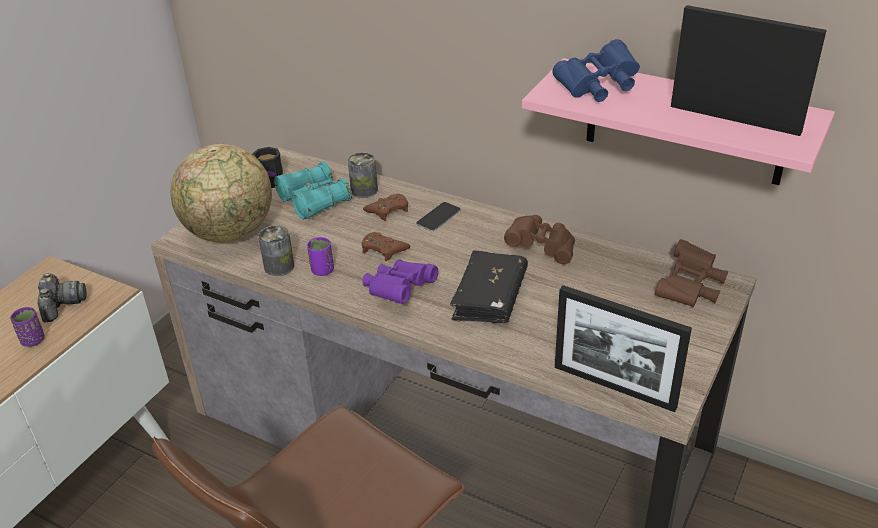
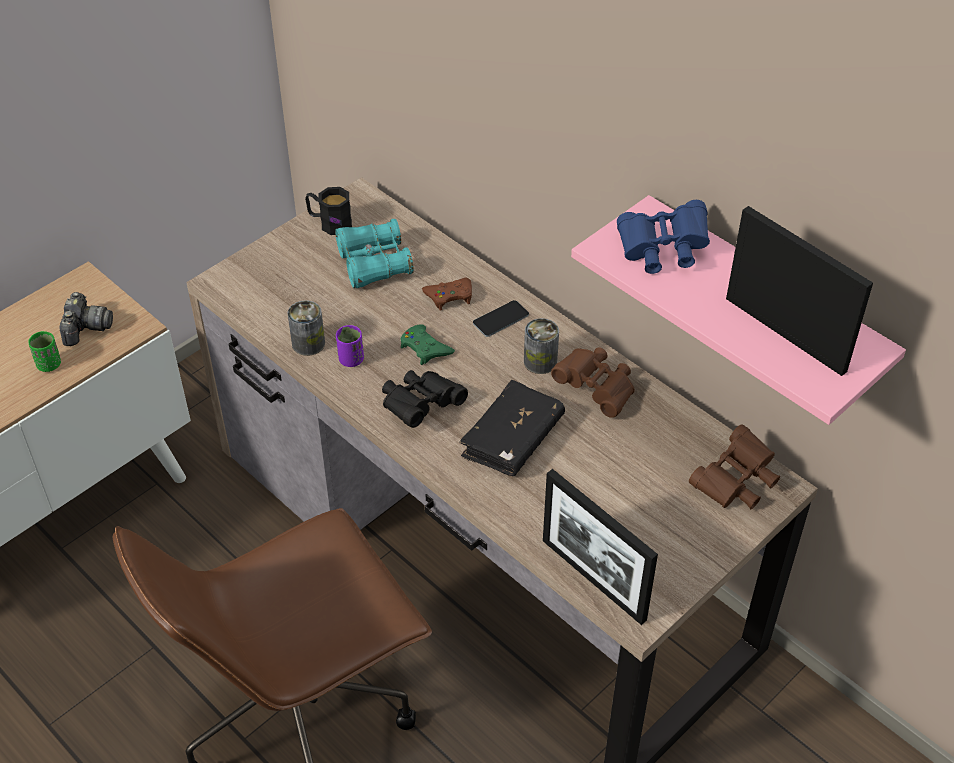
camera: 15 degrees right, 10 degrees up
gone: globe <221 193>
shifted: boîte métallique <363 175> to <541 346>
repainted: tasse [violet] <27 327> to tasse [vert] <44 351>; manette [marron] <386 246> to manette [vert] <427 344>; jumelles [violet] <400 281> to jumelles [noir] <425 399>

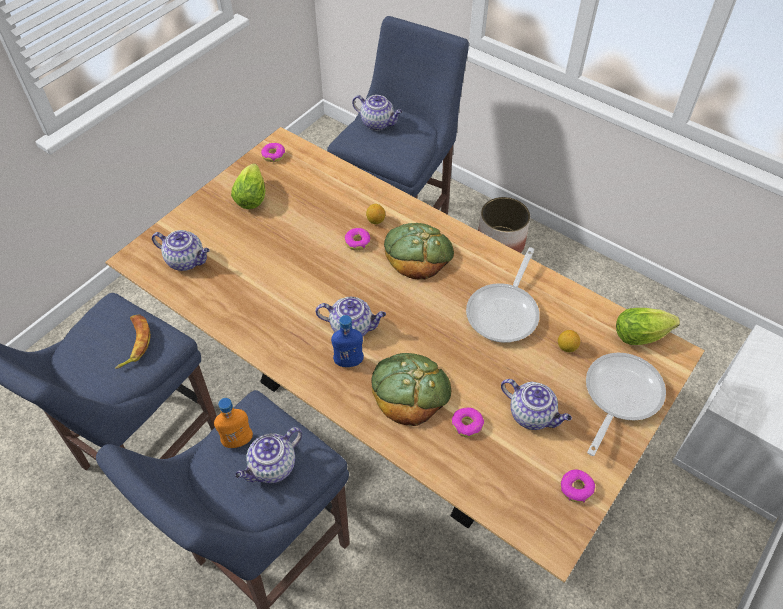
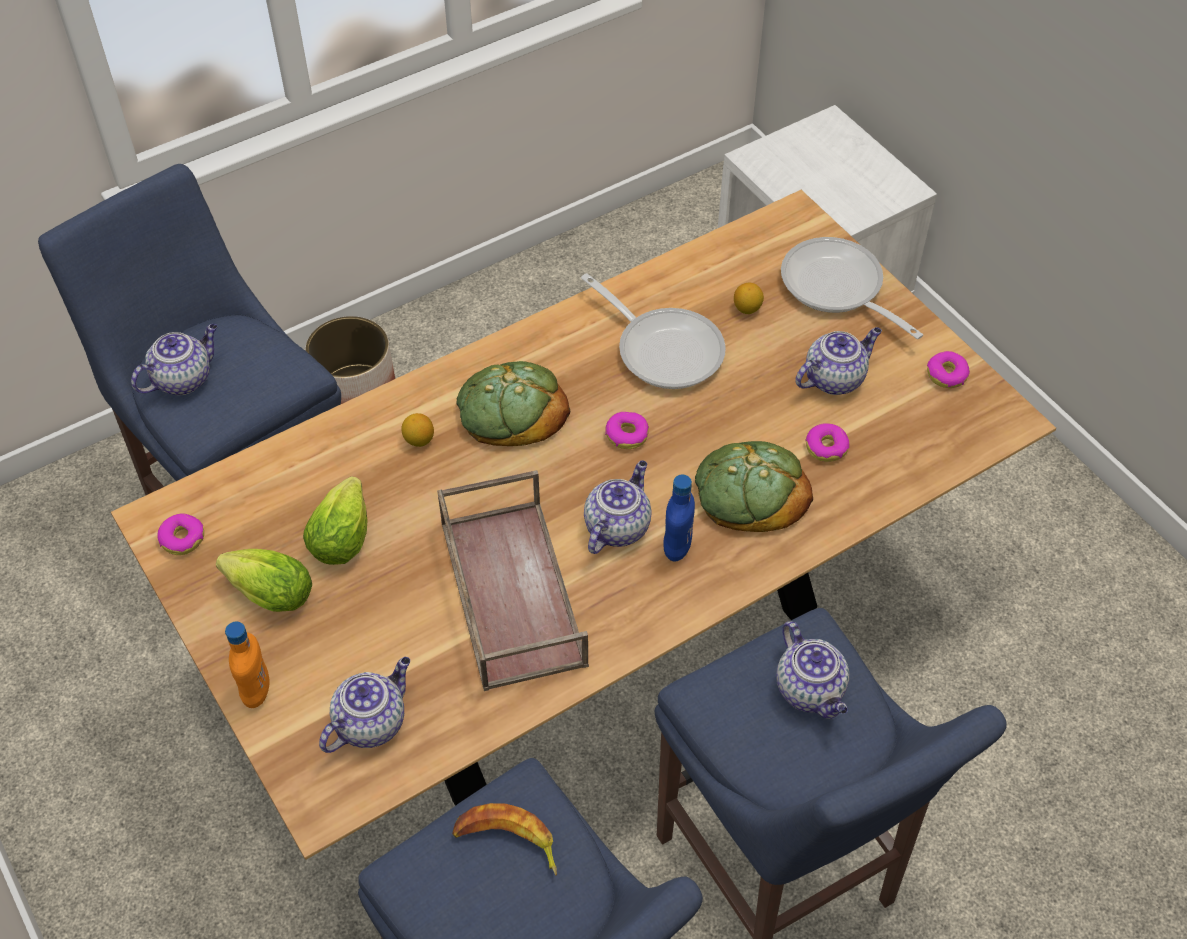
camera: 70 degrees left, 0 degrees up
new: plateau [marron] <513 580>
shifted: bouteille [orange] <233 423> to <247 664>; beignet <357 239> to <627 430>; laitue <648 326> to <335 520>

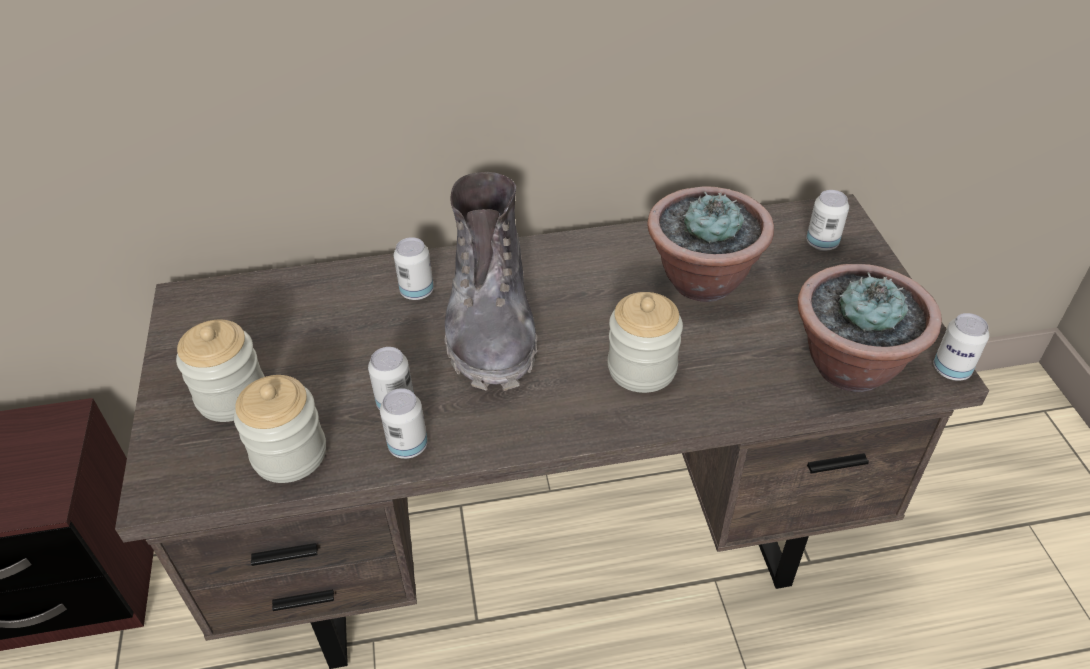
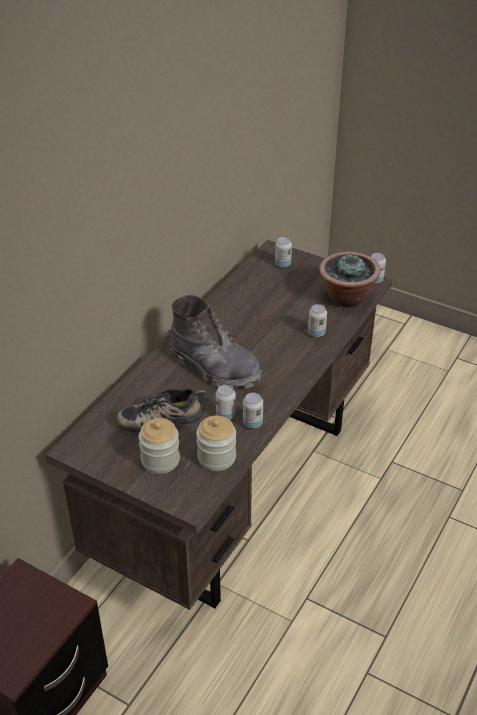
camera: 50 degrees left, 5 degrees down
gone: bocal <645 342>; plante en pot <710 244>
new: chaussure <160 410>
shifted: boîte métallique <413 268> to <317 320>

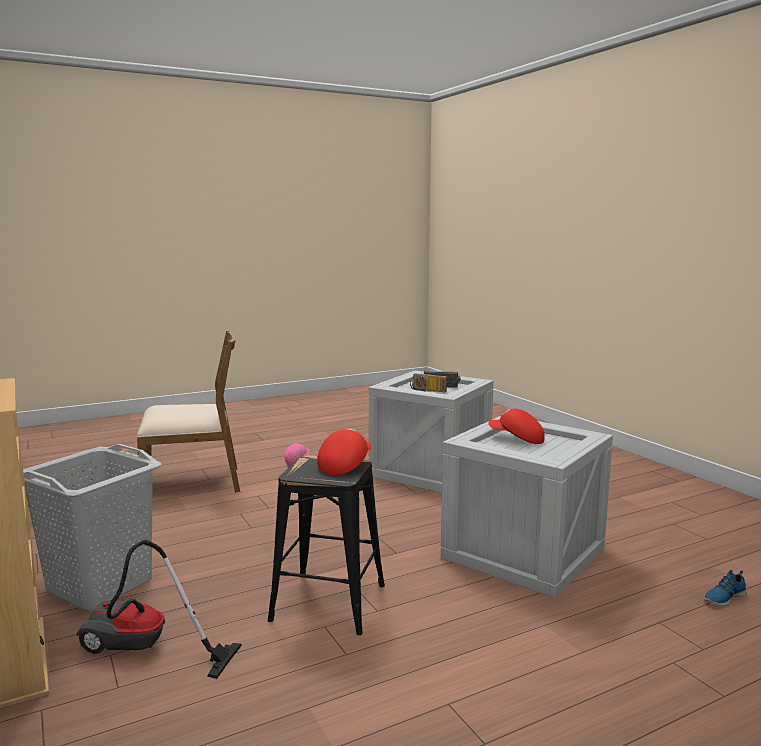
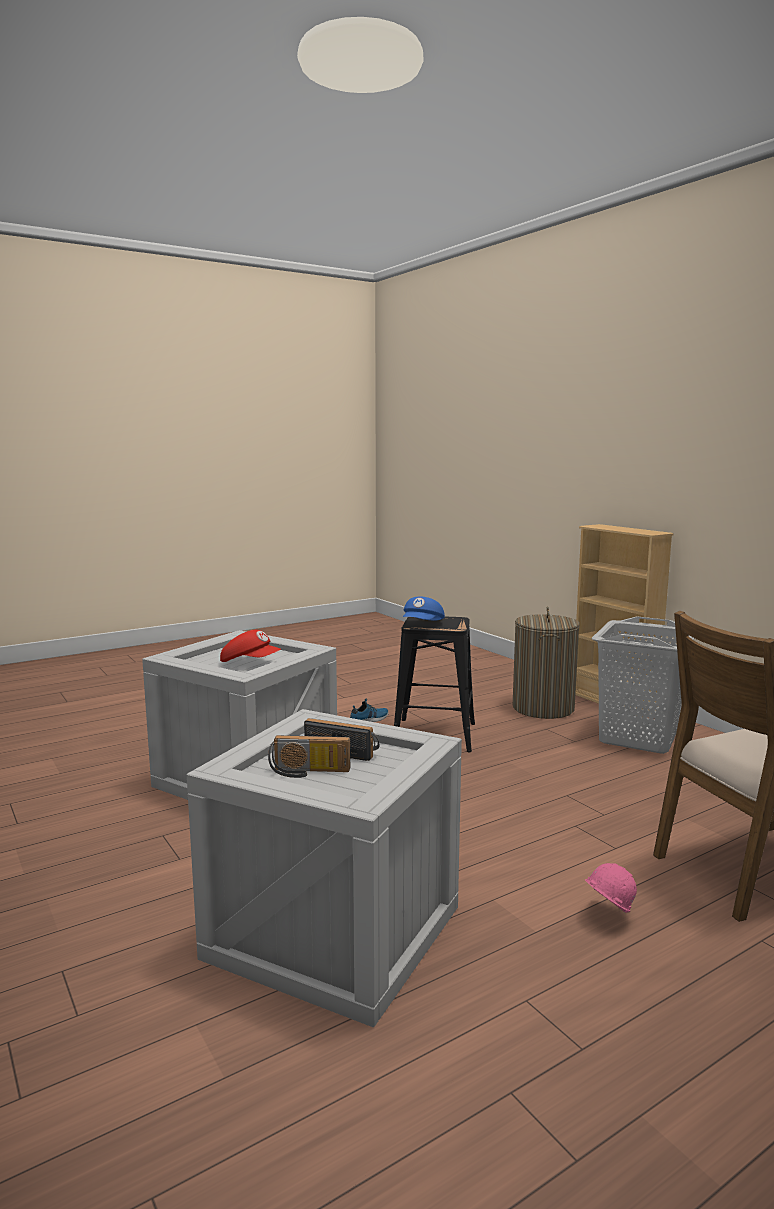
camera: 175 degrees right, 0 degrees up
shifted: chaussure <725 588> to <369 710>
swapped: aspirateur <159 609> to panier à linge <546 662>
repainted: casquette [rouge] <344 451> to casquette [bleu] <424 608>

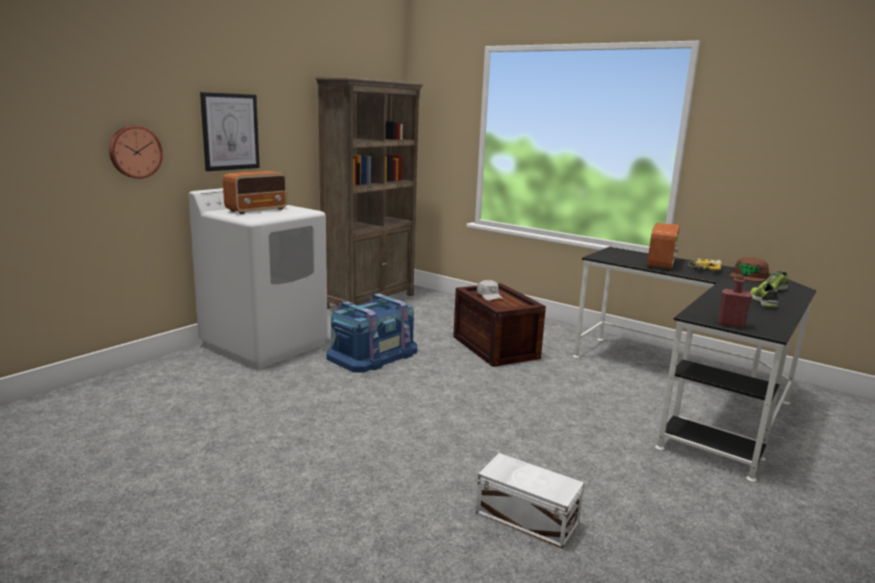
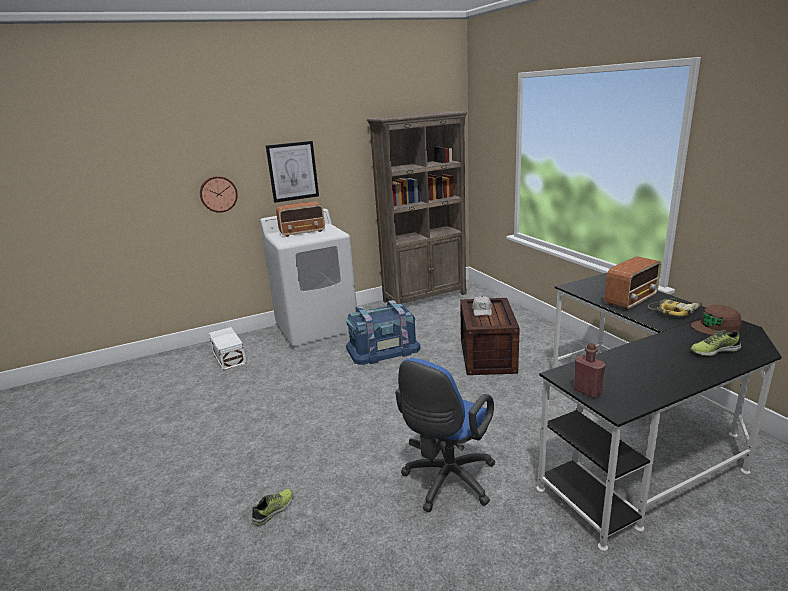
camera: 30 degrees right, 5 degrees up
new: chaise de bureau [bleu] <445 435>
shifted: boîte de rangement [blanc] <530 501> to <228 349>; chaussure <764 295> to <272 507>

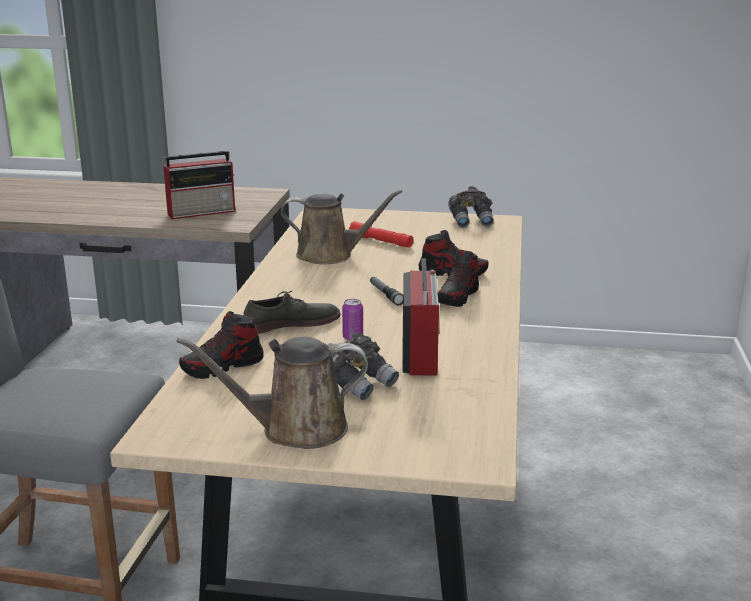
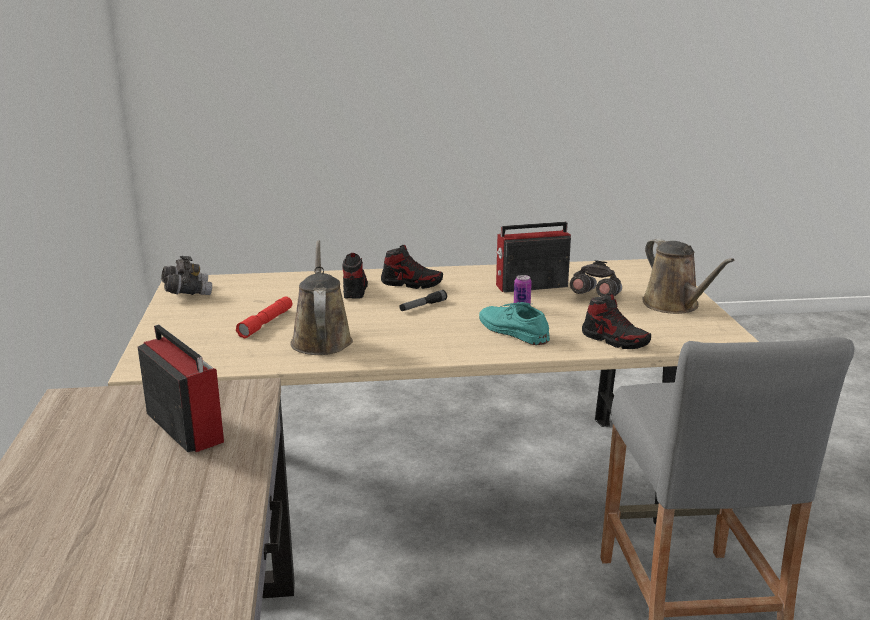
camera: 105 degrees left, 0 degrees up
repainted: chaussure [gris] <292 312> to chaussure [turquoise] <514 323>

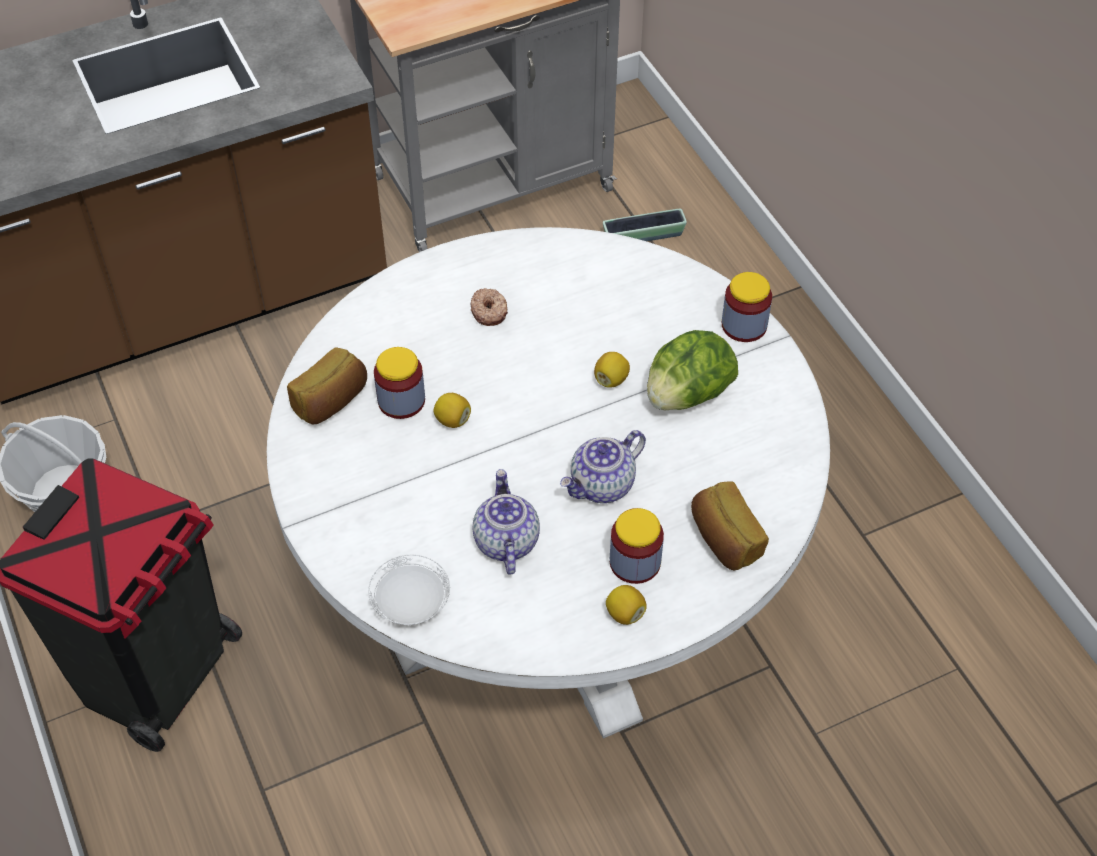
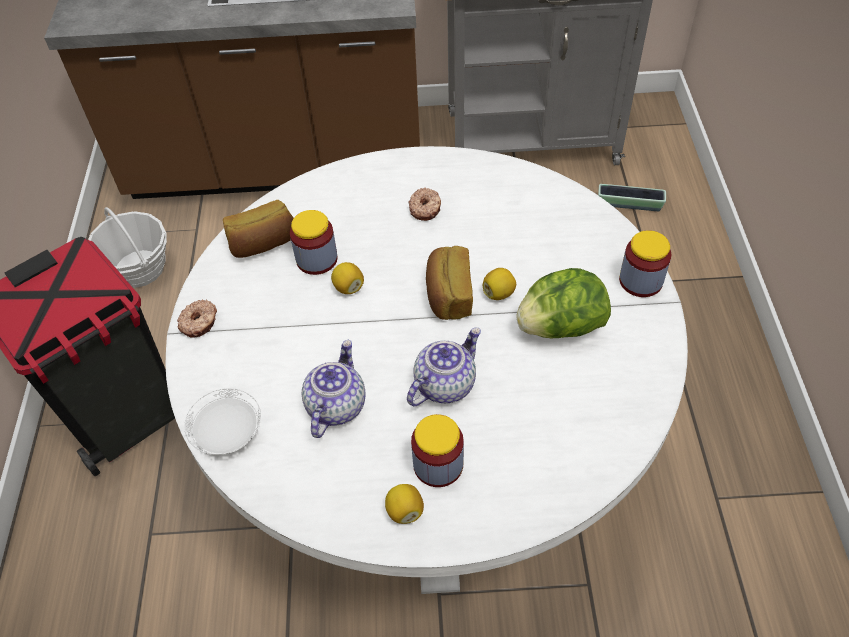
camera: 25 degrees right, 0 degrees up
new: beignet <197 319>
shifted: pain <730 526> to <449 283>
rotated: théière <603 466> = <444 367> 150 degrees clockwise

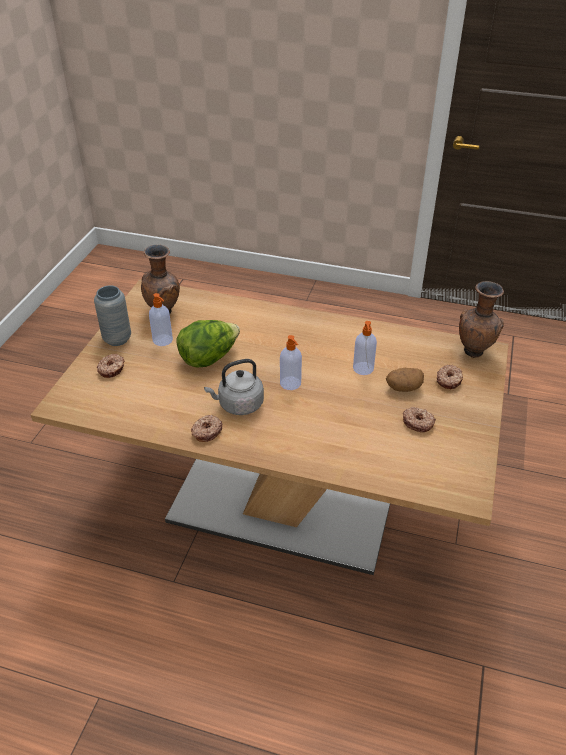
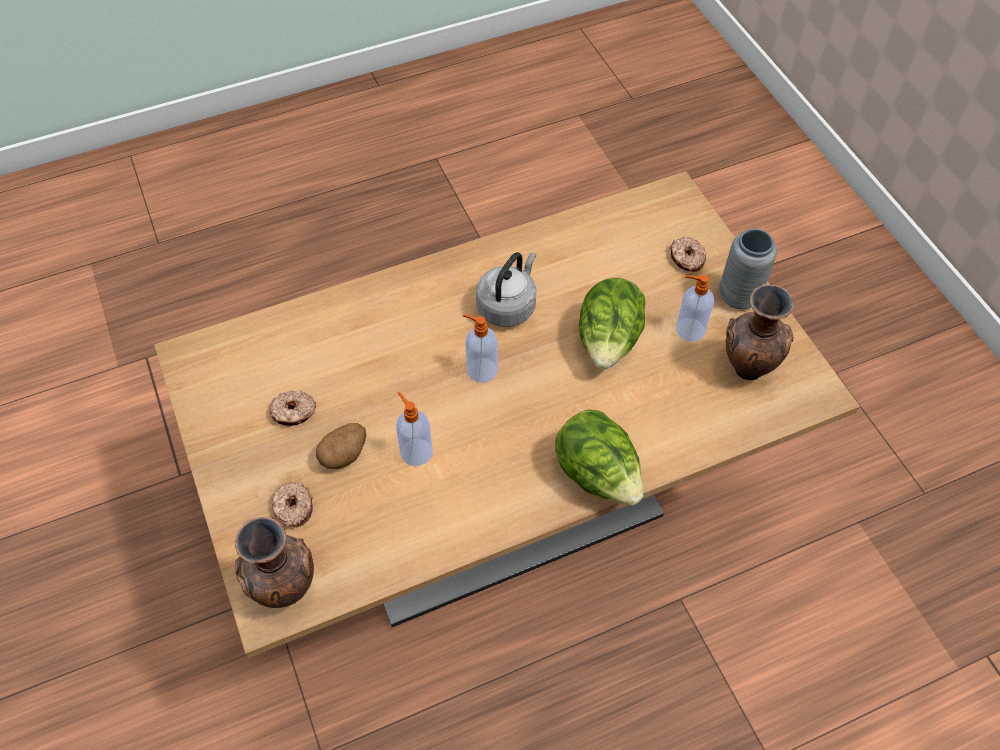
camera: 140 degrees right, 15 degrees up
gone: beignet <207 428>
new: laitue <599 458>

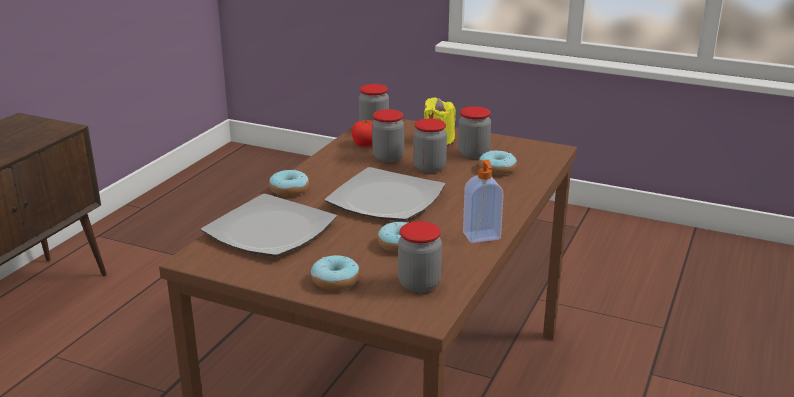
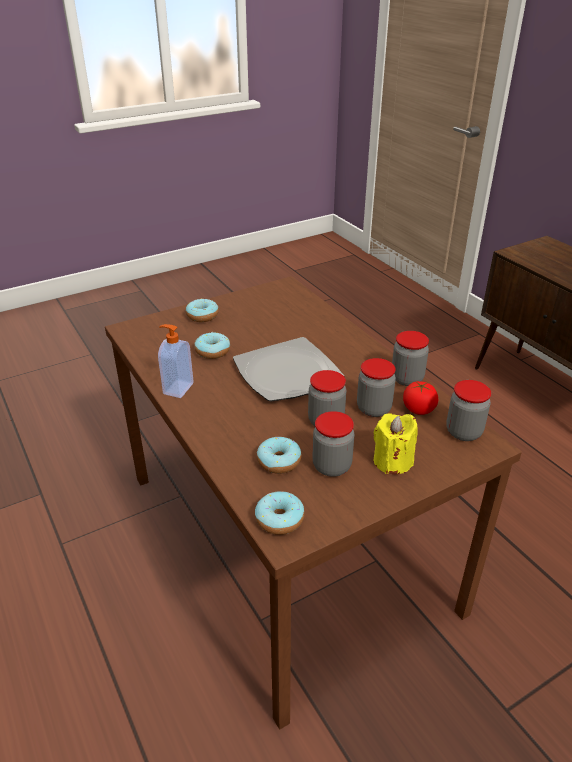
camera: 125 degrees right, 10 degrees up
gone: assiette <269 225>
shifted: beignet <289 183> to <279 513>; bocal <420 257> to <410 358>

